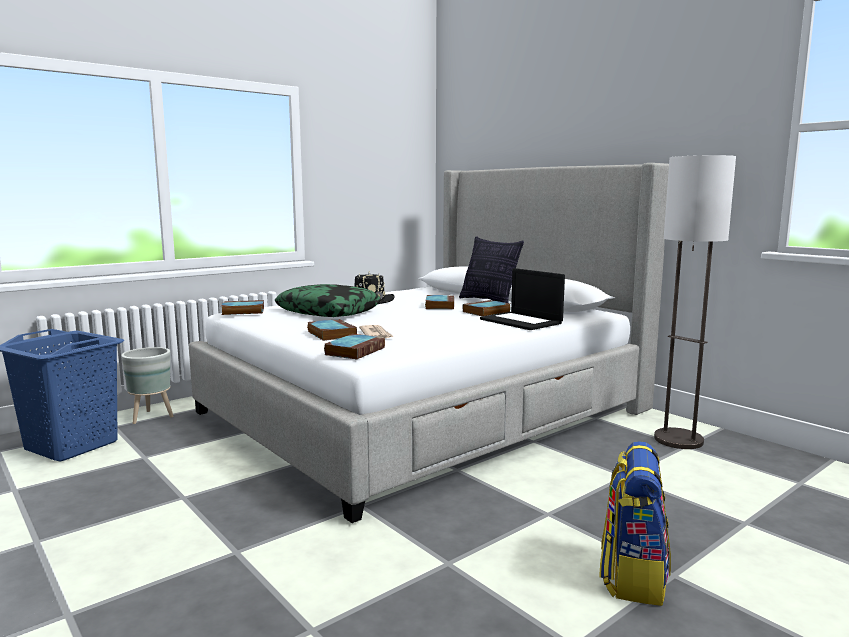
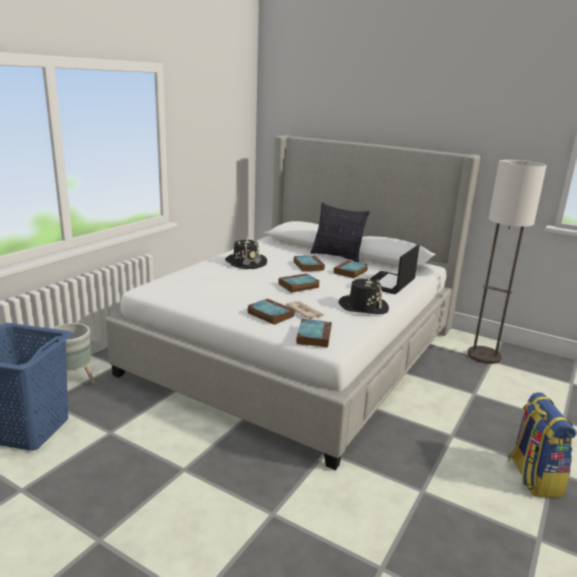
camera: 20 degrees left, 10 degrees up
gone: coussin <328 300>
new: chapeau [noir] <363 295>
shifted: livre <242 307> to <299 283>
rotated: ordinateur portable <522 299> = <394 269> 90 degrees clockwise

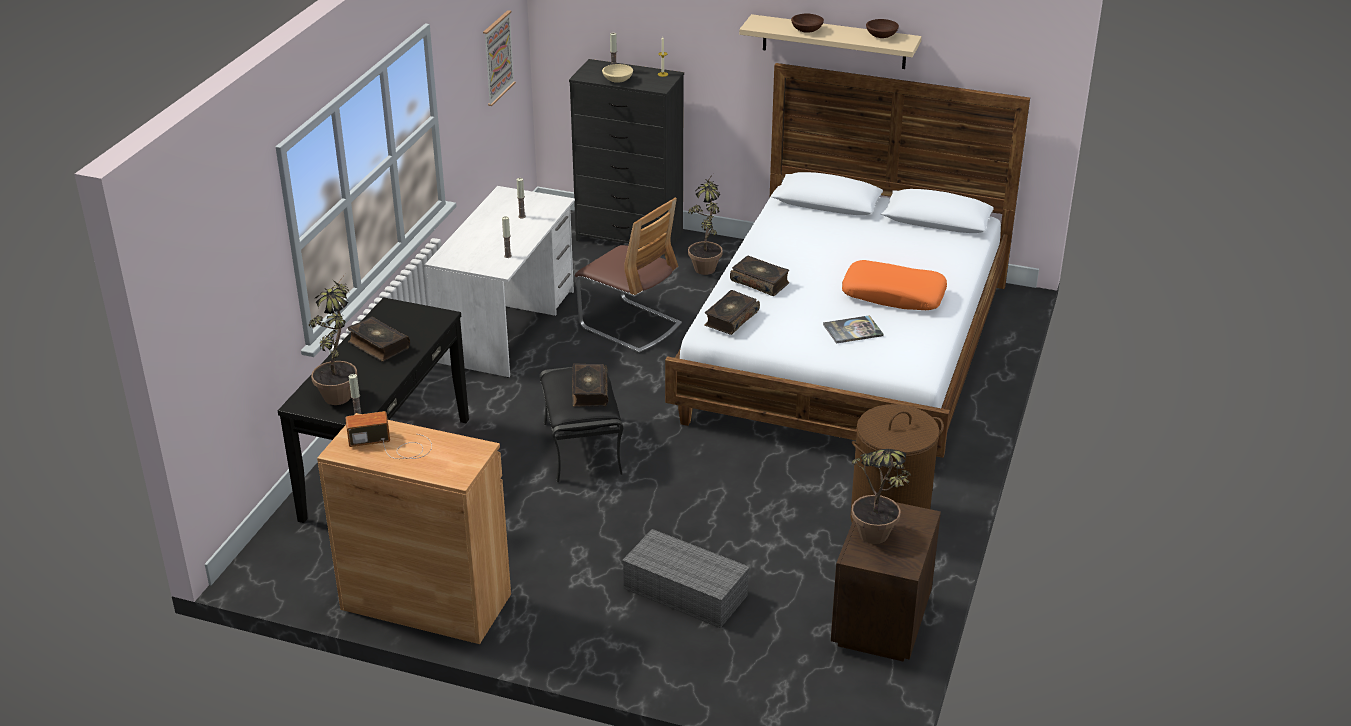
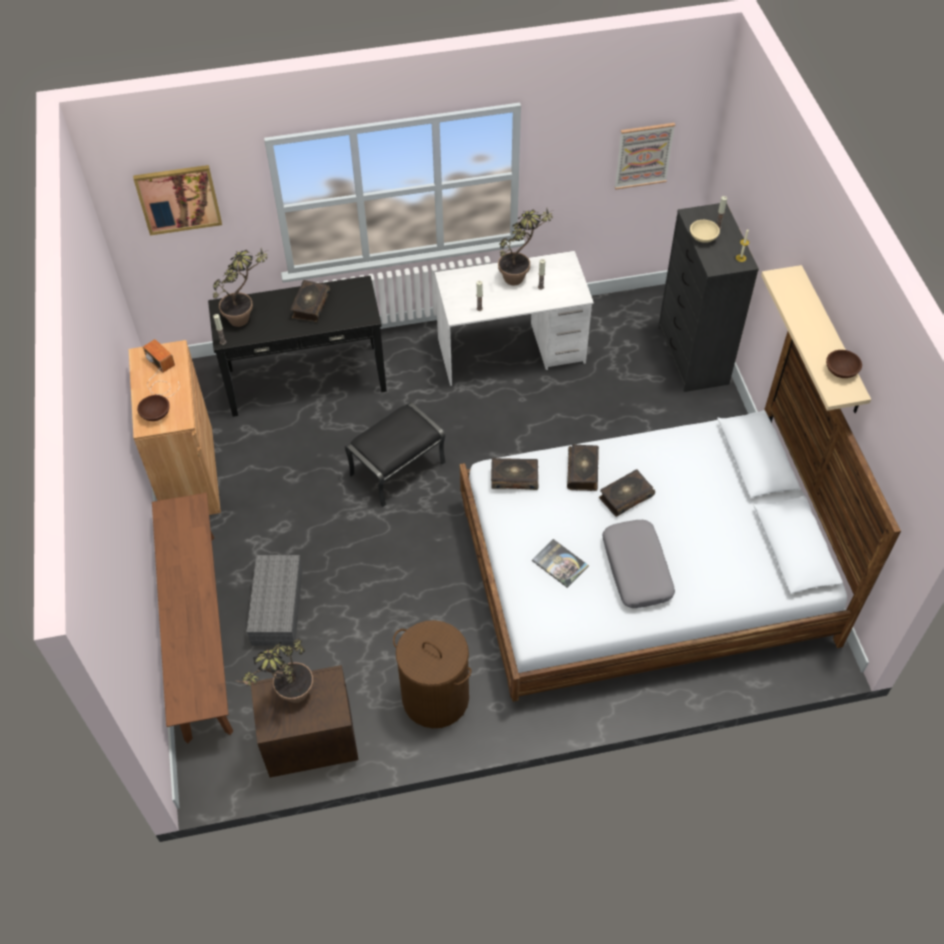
camera: 60 degrees right, 20 degrees up
gone: chaise <628 276>
new: tableau <177 200>; banc [marron] <192 618>
shifted: livre <590 385> to <627 493>; plante en pot <705 224> to <525 247>; bol [marron] <807 23> to <153 408>
repainted: coussin [orange] <894 285> to coussin [gris] <638 564>

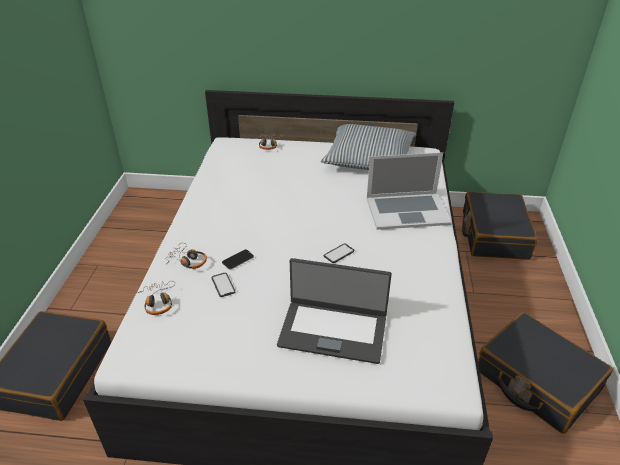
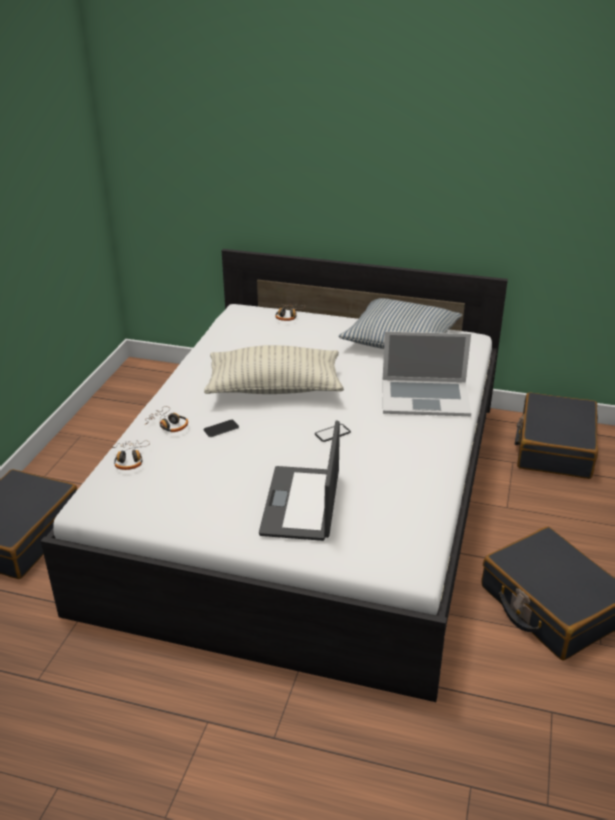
camera: 10 degrees right, 5 degrees down
gone: téléphone <223 285>
new: coussin <274 369>
rotated: ordinateur portable <334 311> = <299 480> 75 degrees clockwise

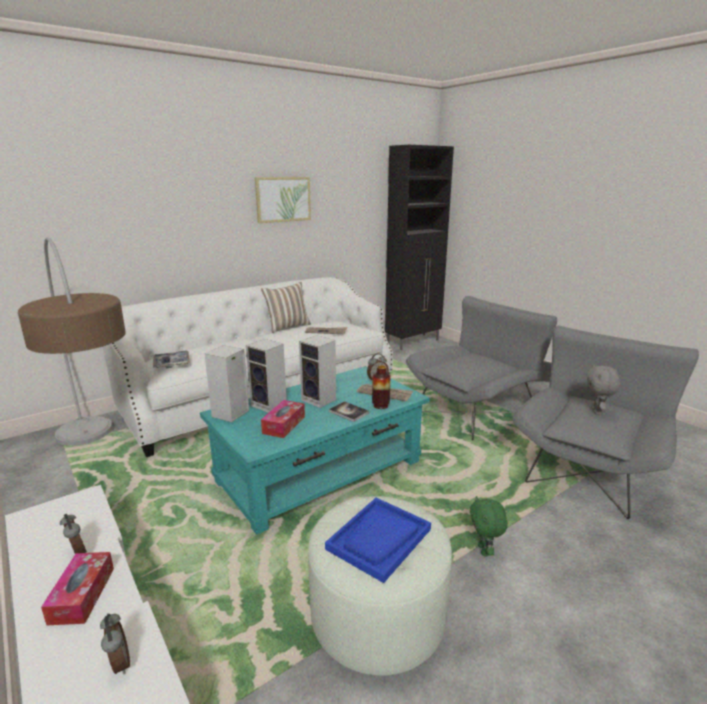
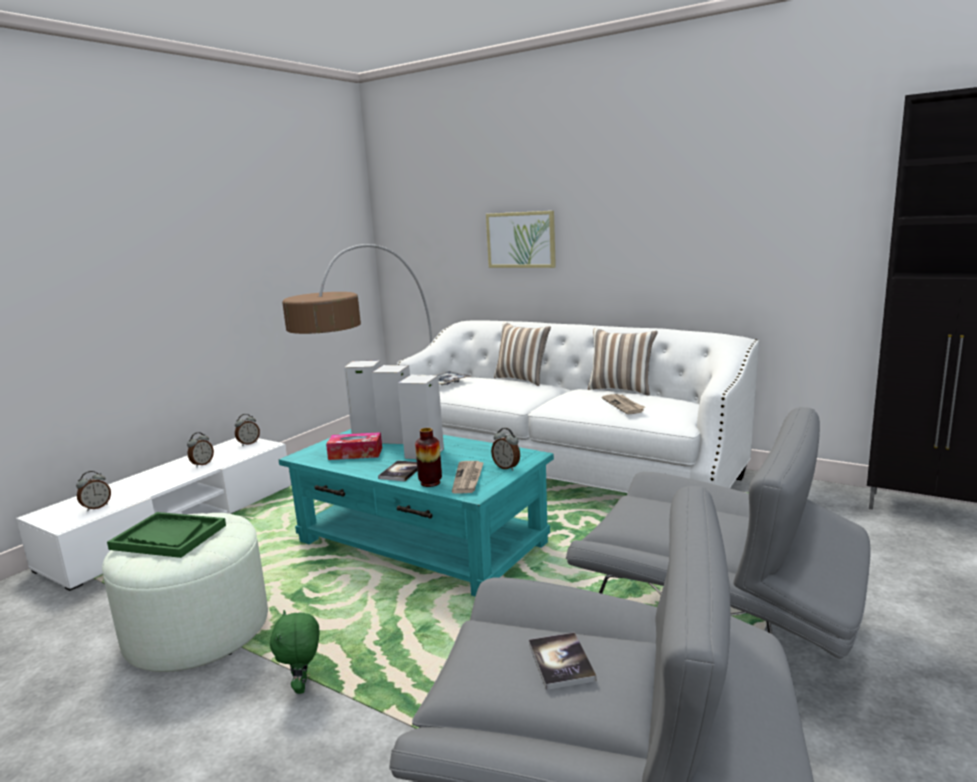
camera: 70 degrees right, 5 degrees down
gone: boîte à mouchoirs <77 588>
new: réveil <247 430>; coussin <522 354>
shifted: tableau <283 200> to <521 239>
swapped: peluche [gris] <603 389> to livre <562 661>
repainted: plateau [bleu] <378 540> to plateau [vert] <166 535>
rotated: peluche [vert] <489 526> = <294 652> 75 degrees counterclockwise

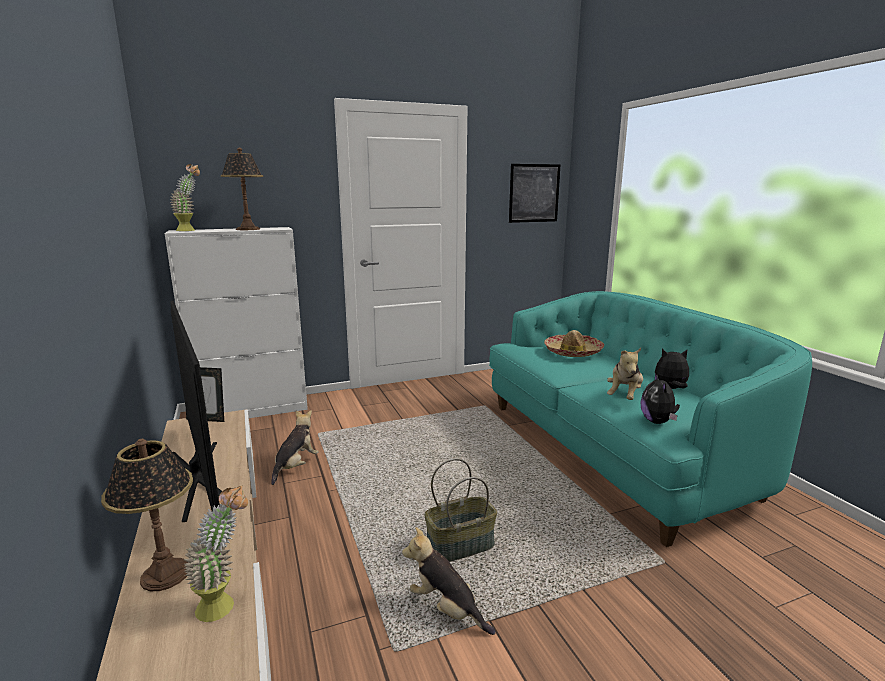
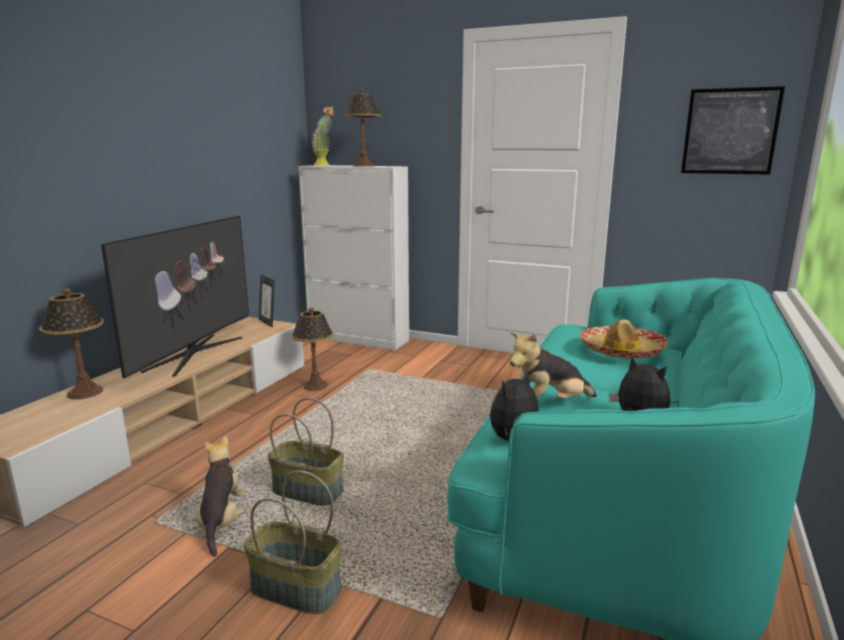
camera: 45 degrees right, 0 degrees up
gone: plante en pot <215 554>
new: panier <293 542>
swapped: peluche <295 447> to lampe de table <312 349>

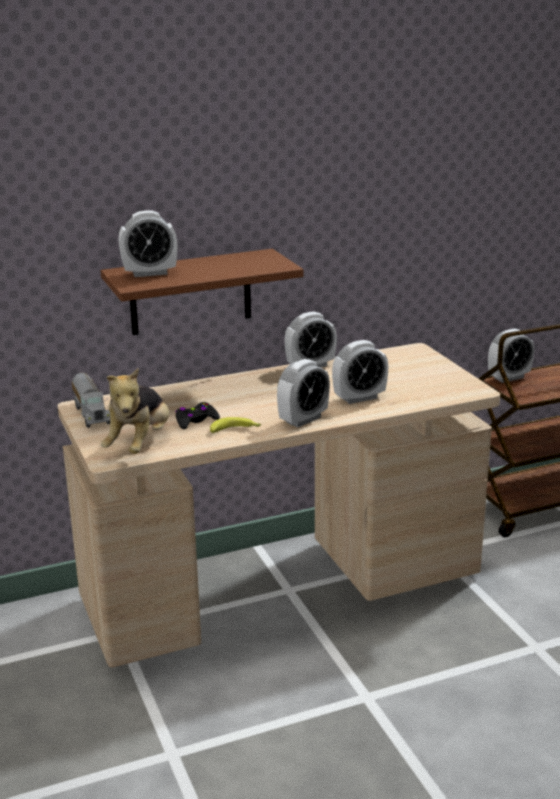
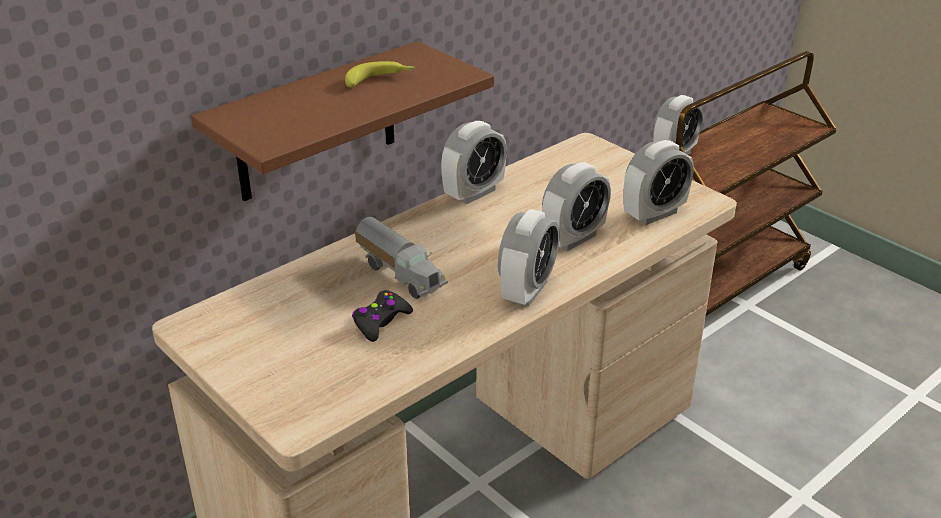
camera: 20 degrees left, 10 degrees up
gone: peluche <135 411>
shifted: camion jouet <91 400> to <401 258>; réveil <148 243> to <658 182>; banane <236 425> to <380 74>

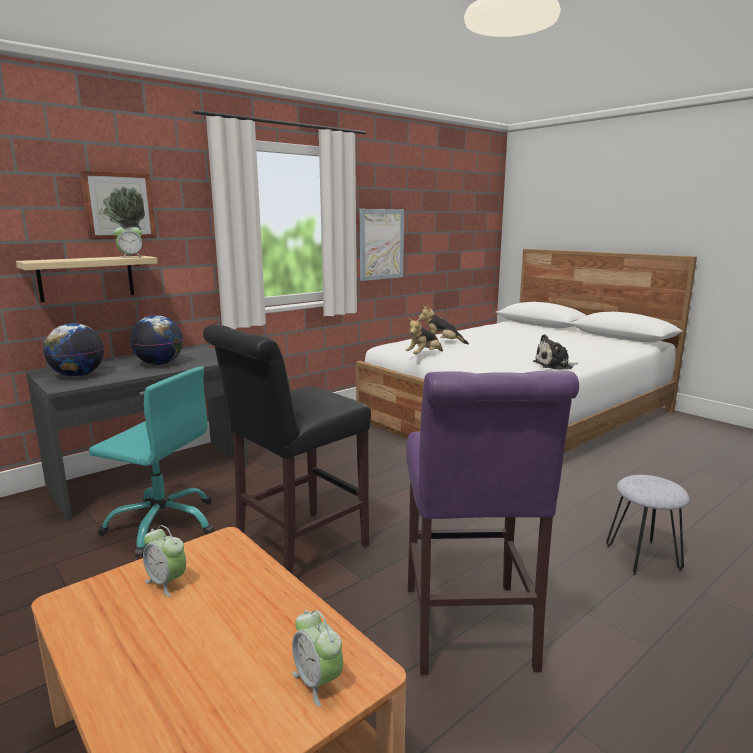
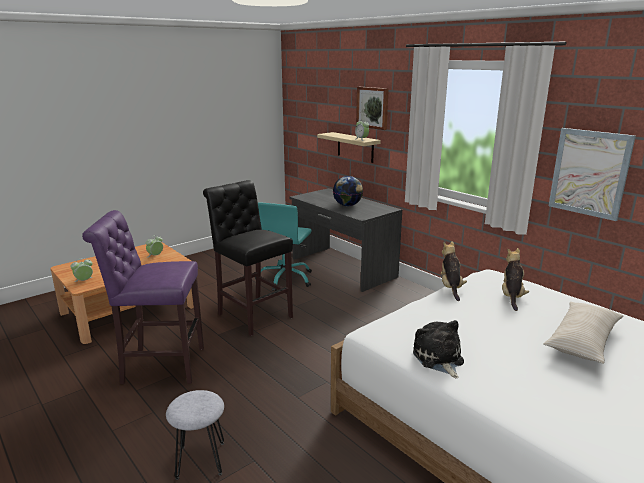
camera: 90 degrees right, 5 degrees up
gone: globe <73 350>
new: coussin [beige] <583 333>
rotated: peluche <424 336> = <454 271> 45 degrees clockwise

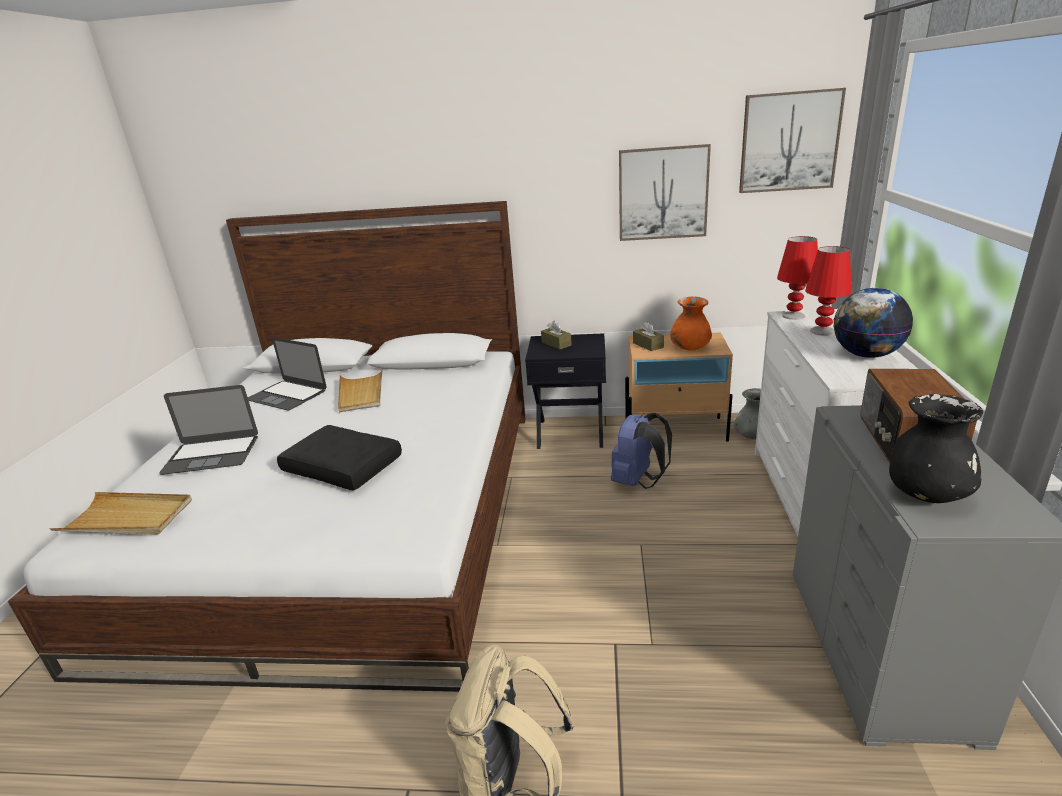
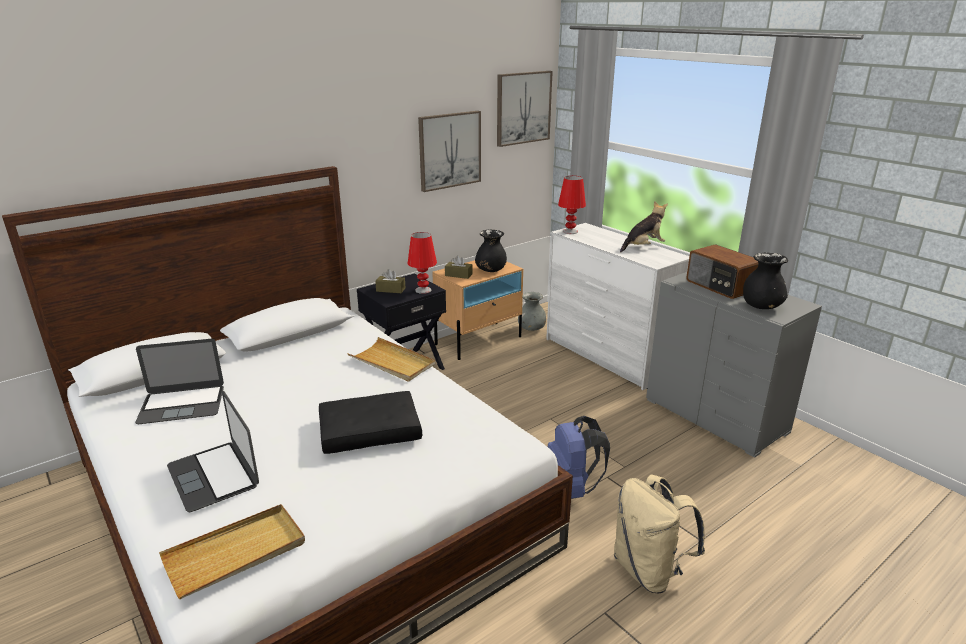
camera: 45 degrees left, 0 degrees up
shifted: plateau [beige] <360 390> to <391 359>; sac à dos [bleu] <641 451> to <579 457>; lampe de table [rouge] <828 291> to <422 263>
swapped: globe <873 323> to peluche <644 227>
repainted: vase [orange] <691 324> to vase [noir] <491 250>
rotated: ordinateur portable <208 430> = <213 451> 105 degrees clockwise

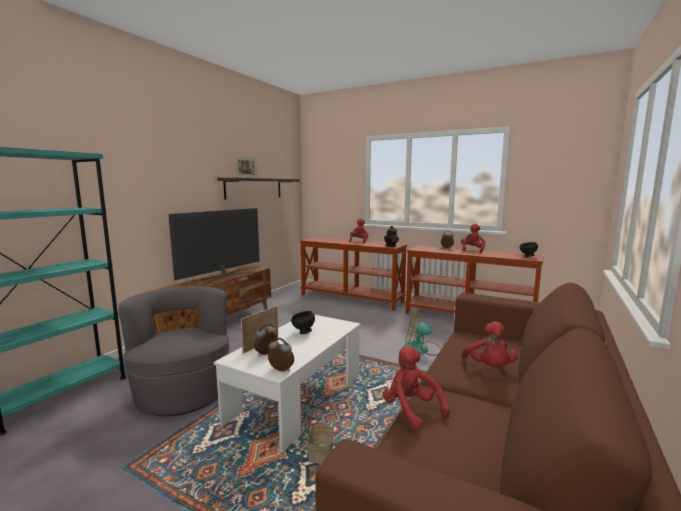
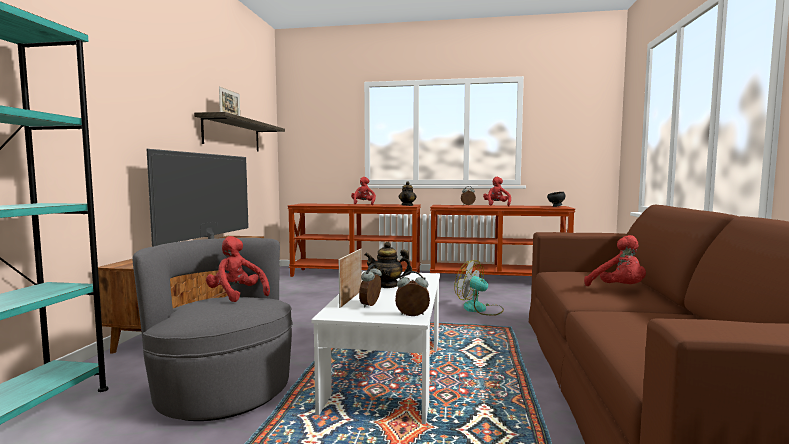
camera: 20 degrees left, 5 degrees down
gone: panier <321 434>
shifted: peluche [rouge] <416 388> to <238 269>
swapped: bol [noir] <303 322> to théière <388 265>
rotated: ventilateur <423 332> = <479 288> 45 degrees clockwise

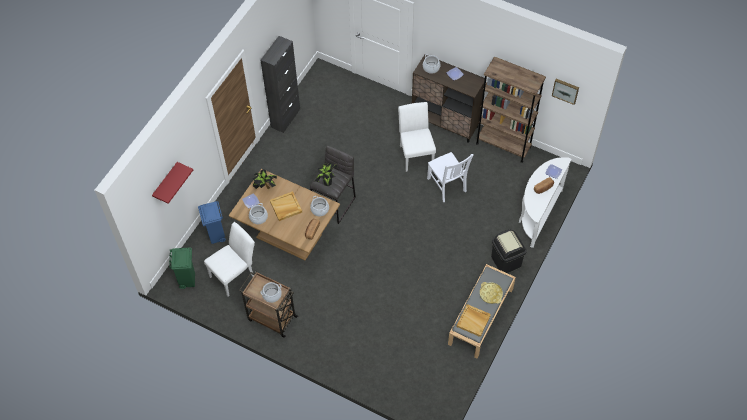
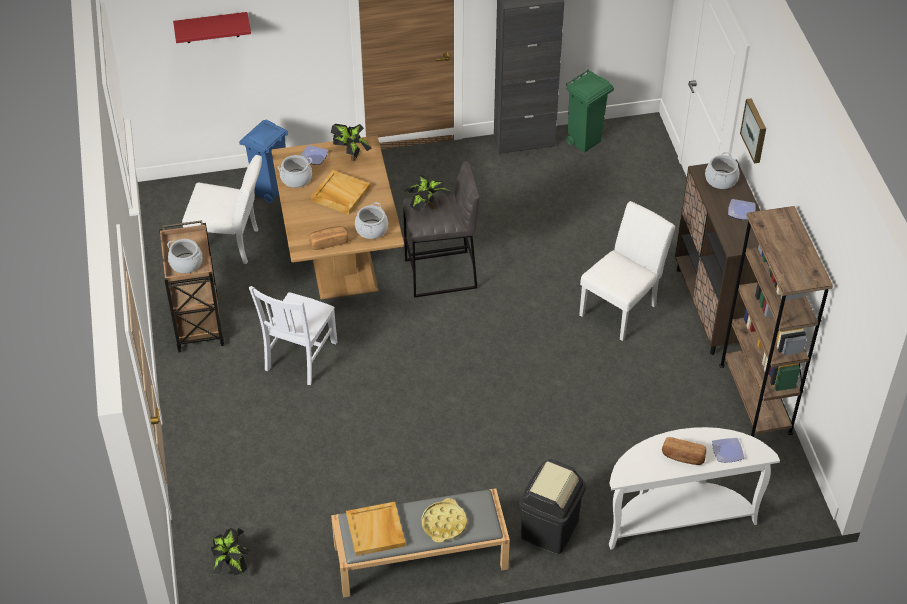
camera: 50 degrees right, 10 degrees down
new: plante en pot <230 552>
shifted: poubelle [vert] <182 268> to <590 111>; chaise [blanc] <450 177> to <293 335>; tableau <565 92> to <753 130>

